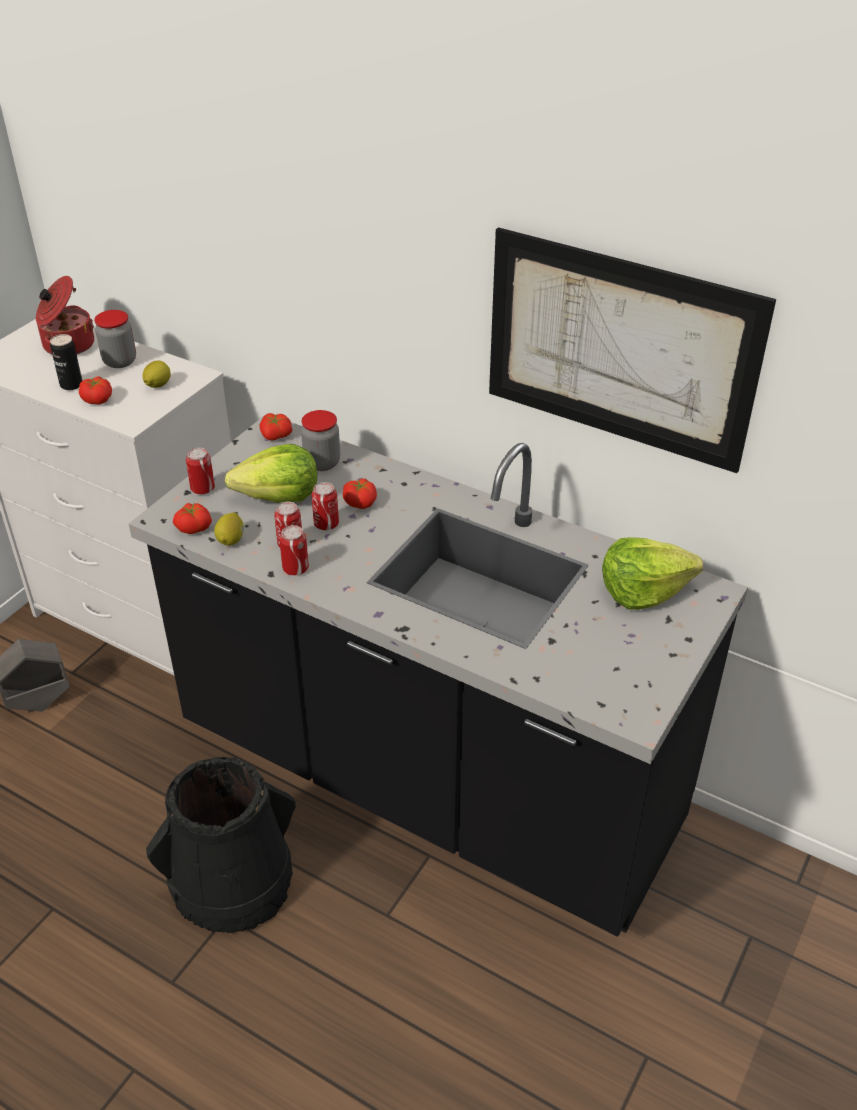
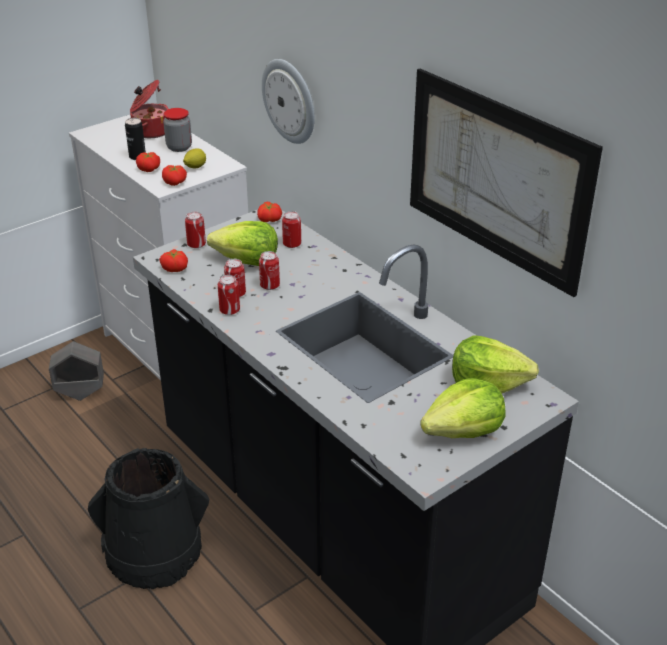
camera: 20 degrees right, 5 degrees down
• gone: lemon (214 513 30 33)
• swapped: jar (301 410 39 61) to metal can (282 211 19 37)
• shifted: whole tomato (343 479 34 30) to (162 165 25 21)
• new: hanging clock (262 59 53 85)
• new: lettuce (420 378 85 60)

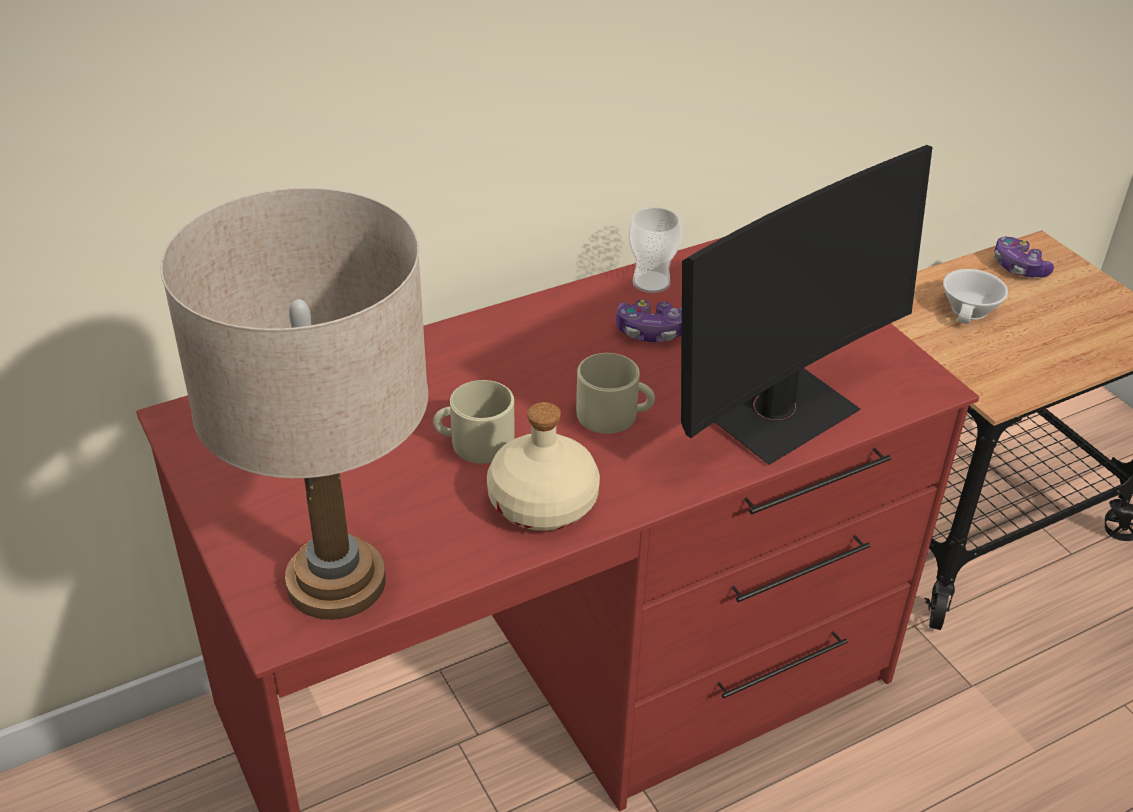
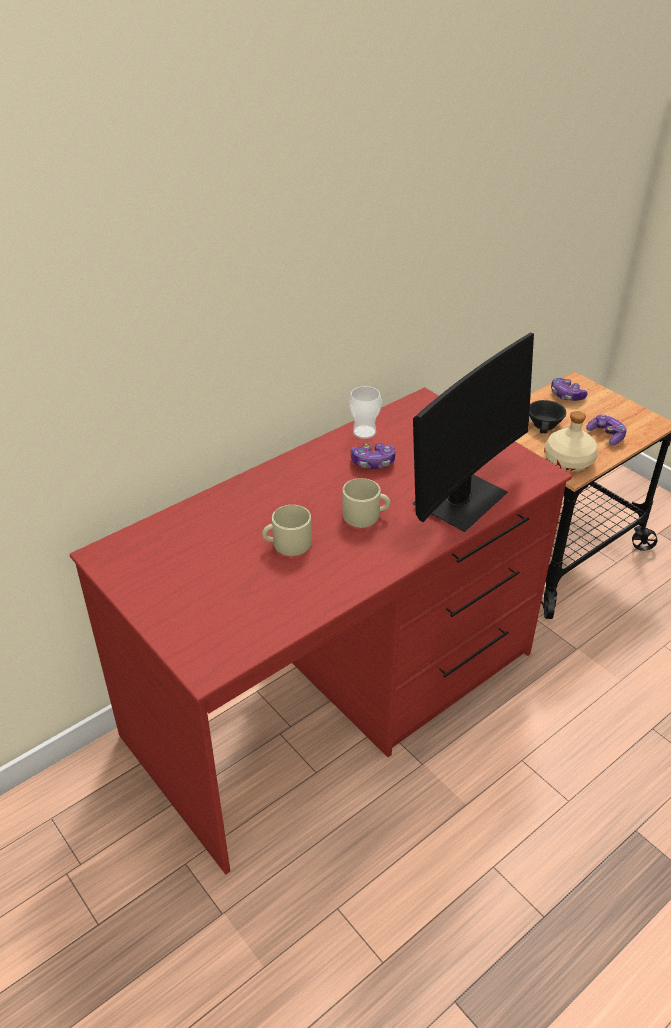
camera: 10 degrees left, 0 degrees up
• gone: table lamp in beige-coloured (160 188 268 432)
• shifted: beverage bottle in beige-coloured (487 402 113 129) to (544 411 54 60)
• repainted: cup in whitish (943 269 65 55) to cup in black (529 400 37 33)
• new: joypad (586 414 41 31)

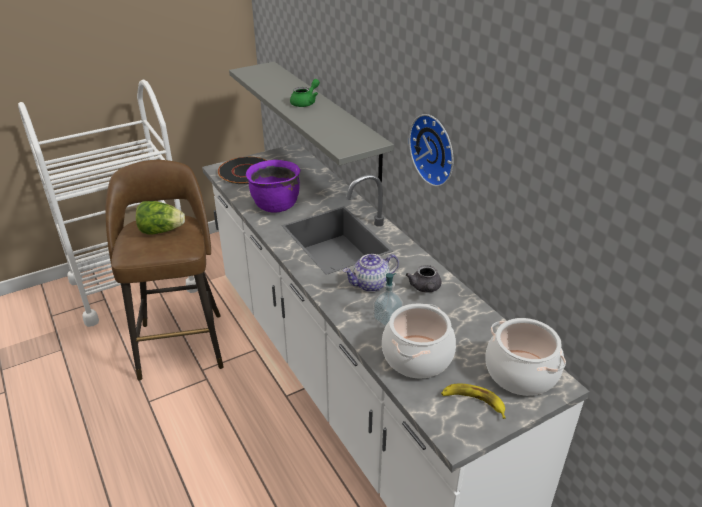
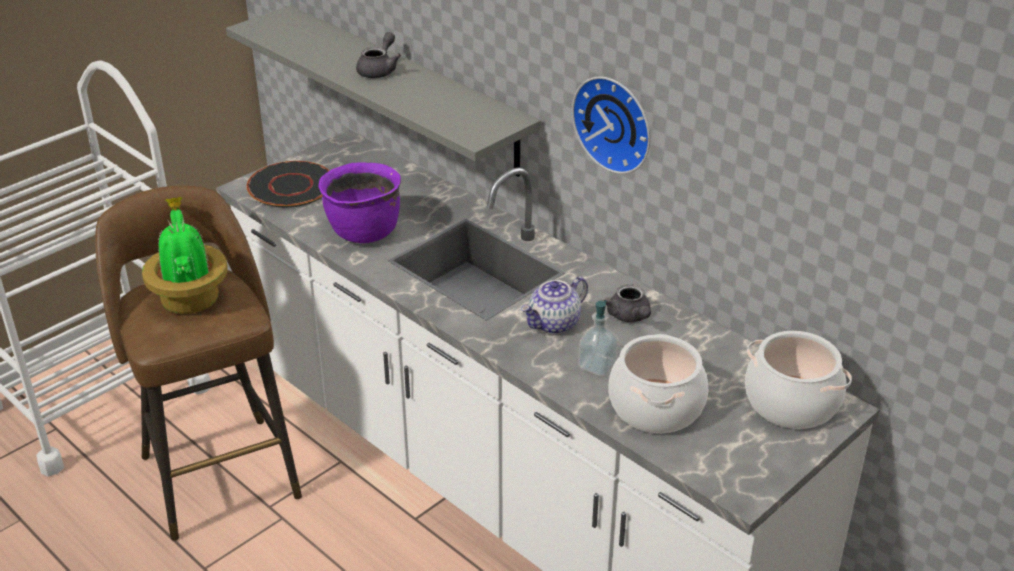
camera: 15 degrees left, 0 degrees up
• swapped: lettuce (136 201 49 33) to potted plant (142 197 86 117)
• repainted: tea pot in greenish (290 79 30 28) to tea pot in greyish (356 32 45 46)
• gone: whole banana (441 384 65 35)

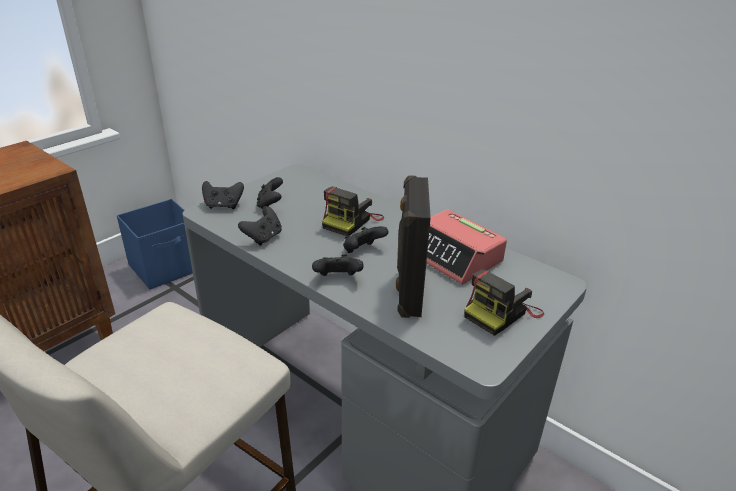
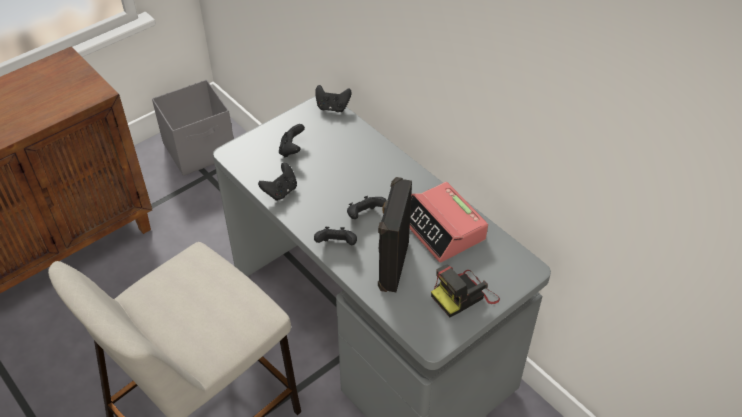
camera: 10 degrees right, 15 degrees up
• repainted: storage container in bluish (117 199 76 90) to storage container in greyish (152 80 82 96)
• shifted: joypad in black (202 181 42 28) to (315 85 37 27)
• gone: still camera (322 187 62 49)

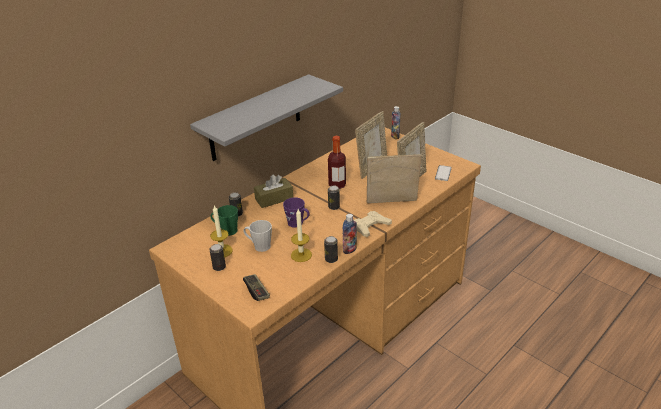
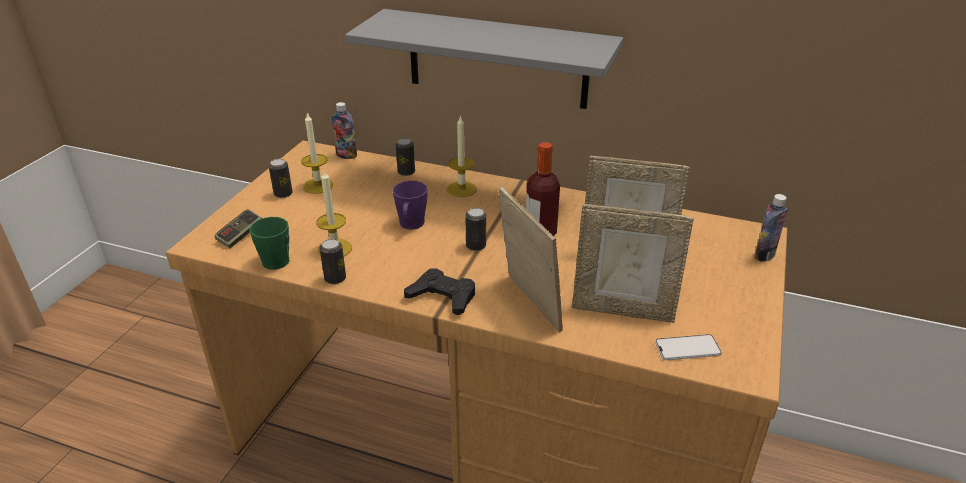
camera: 65 degrees right, 0 degrees up
• shifted: mug in greenish (210 205 28 31) to (250 217 39 53)
• gone: mug in greyish (243 220 29 32)
• swapped: tissue box in brownish (254 175 39 33) to wax candle (447 115 30 82)
• shifted: beverage bottle (343 214 14 40) to (332 102 25 57)
• repainted: joypad in beige-coloured (354 211 38 26) to joypad in black (404 269 71 46)

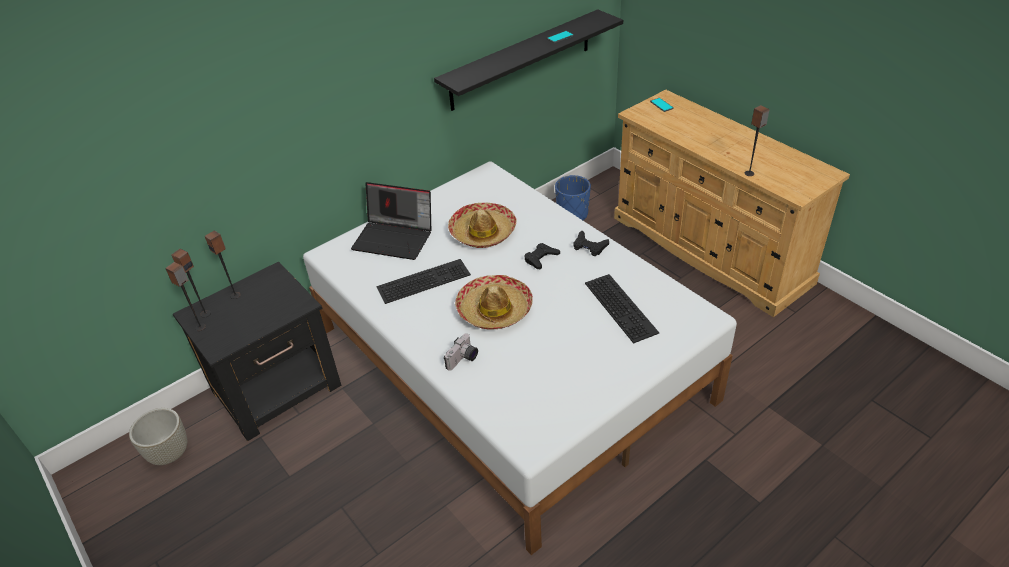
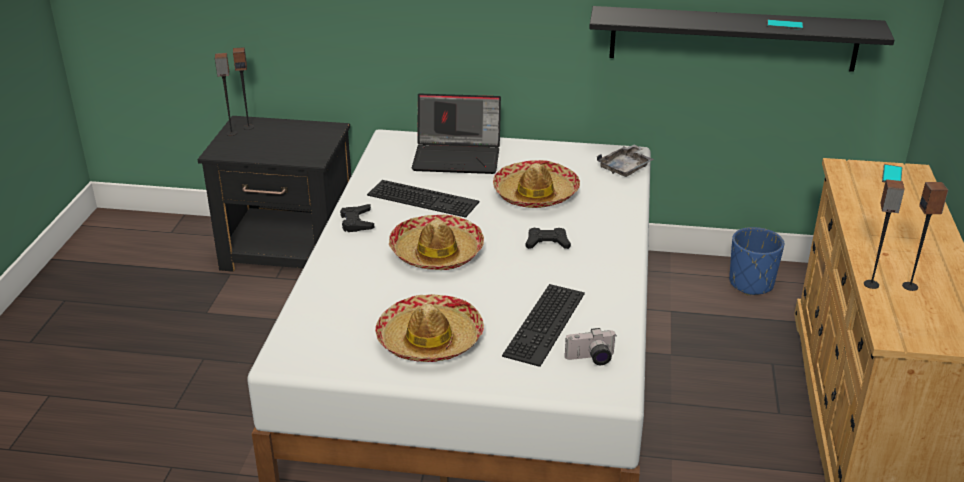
camera: 45 degrees right, 10 degrees down
• gone: planter in greyish (129 408 58 57)
• shifted: audio speaker (205 230 36 69) to (902 182 46 109)
• rotated: notebook computer (351 182 80 78) = (412 94 89 80) 60 degrees counterclockwise
• shifted: still camera (444 333 34 38) to (565 328 52 37)
• shifted: joypad in black (574 231 35 25) to (340 204 34 28)
• new: hat (375 294 109 68)
• new: serving tray in greyish (597 144 57 33)

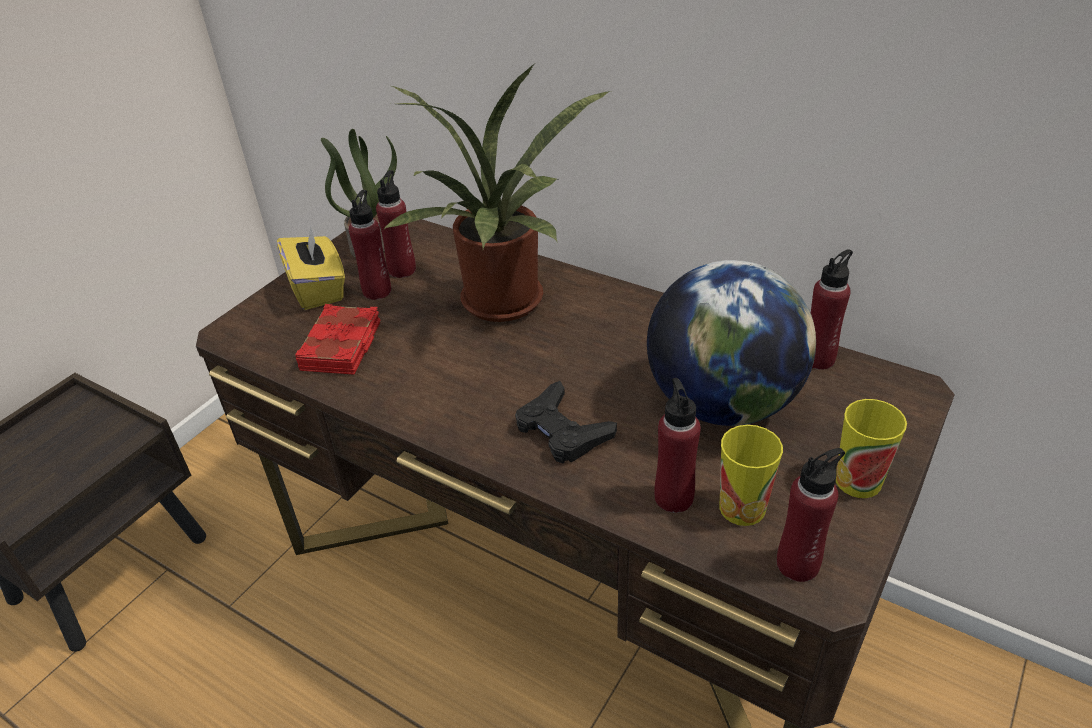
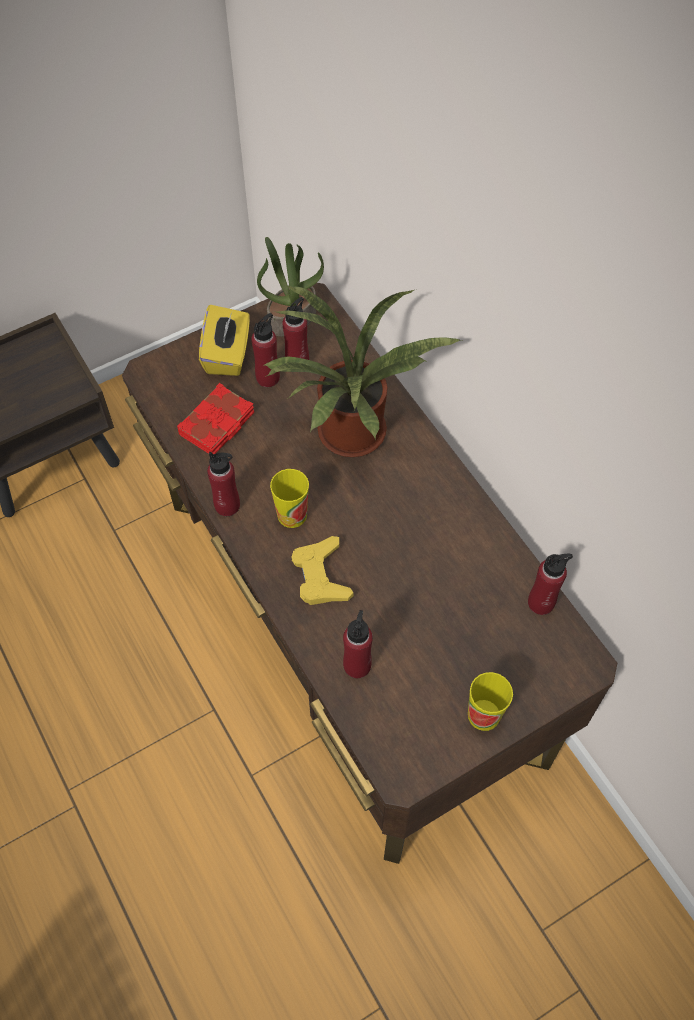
camera: 25 degrees right, 20 degrees up
• repainted: joypad in black (515 381 102 82) to joypad in yellowish (292 536 62 69)
• gone: world globe (647 260 169 166)
• shifted: cup (719 425 64 101) to (270 469 39 59)
• shifted: beverage bottle in red (777 448 68 134) to (207 452 33 64)

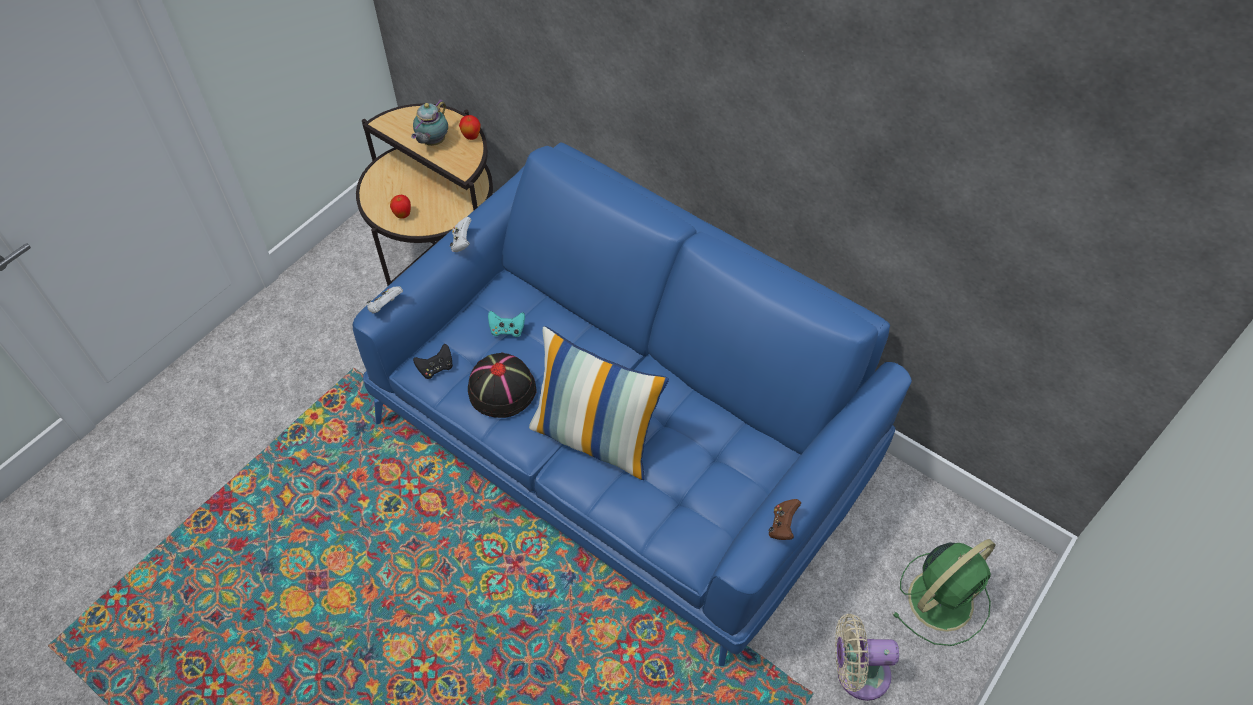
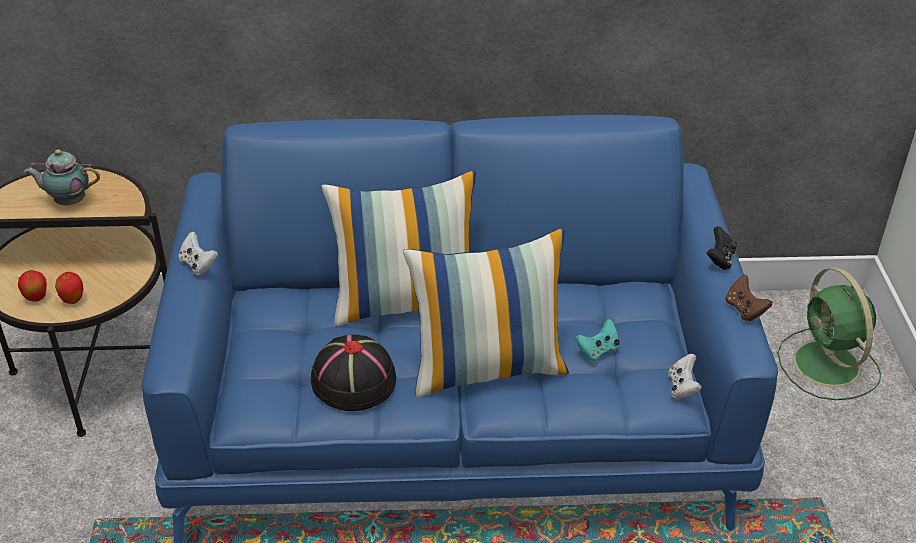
camera: 40 degrees left, 15 degrees down
• shifted: joypad in whitish (367 286 36 28) to (668 354 34 45)
• rotated: tea pot (411 99 37 47) = (24 149 76 56) 105 degrees clockwise
• shifted: joypad in black (413 344 40 35) to (707 226 30 44)
• shifted: apple fruit (459 115 22 25) to (18 270 29 32)
• shifted: joypad in turquoise (488 311 37 26) to (575 319 45 43)
• gone: cooling fan in beige-coloured (835 614 64 87)
• rotated: cooling fan in greenish (892 539 103 107) = (777 267 104 133) 150 degrees clockwise
• new: pillow (322 170 154 156)

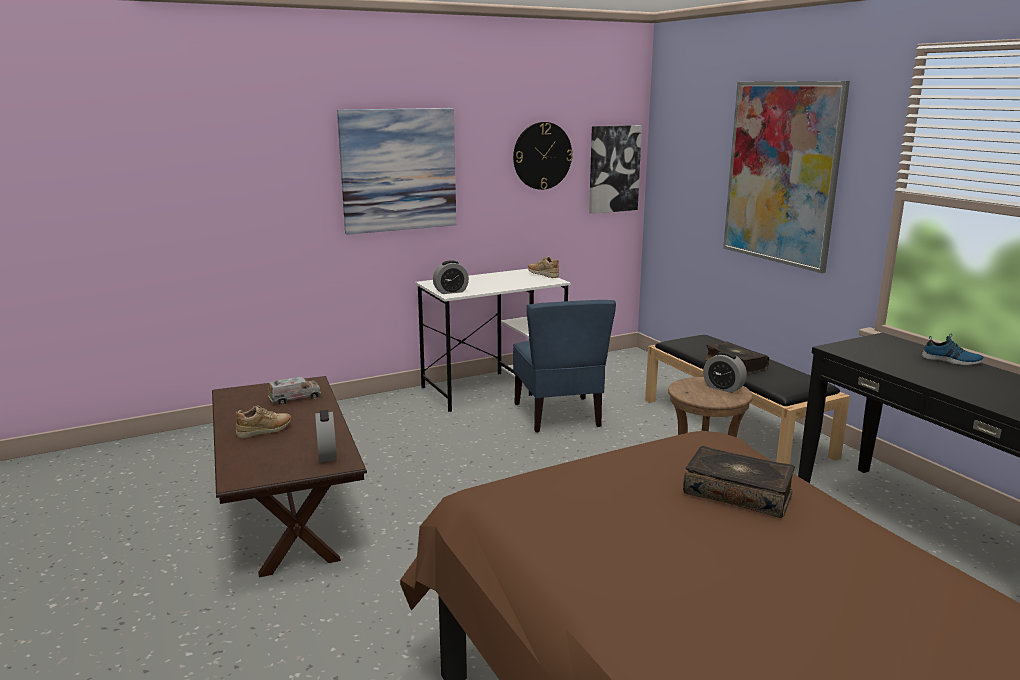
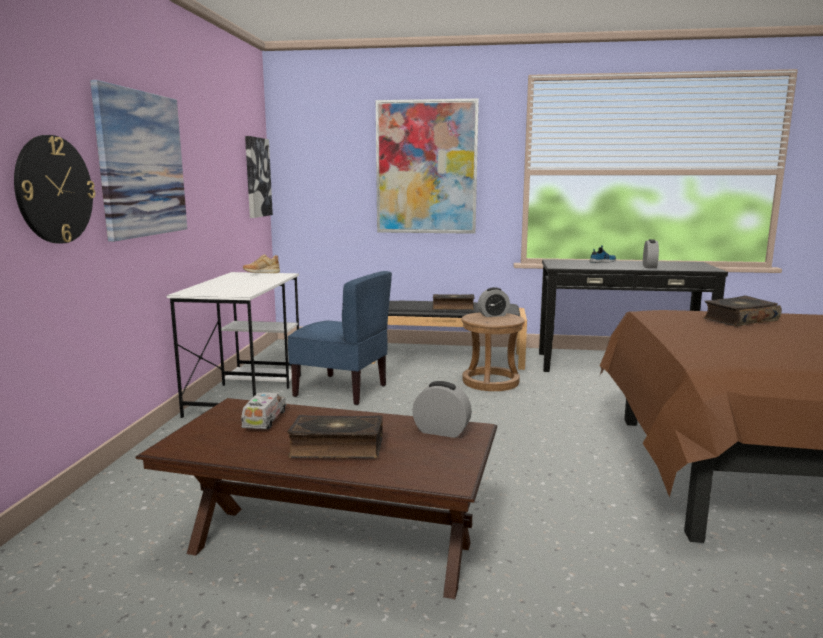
camera: 55 degrees left, 5 degrees down
• swapped: shoe in beige-coloured (236 405 55 34) to volume (287 415 96 43)
• shifted: bedside clock (433 260 36 34) to (643 239 16 29)
• shifted: hanging clock (513 122 60 68) to (14 135 82 108)

